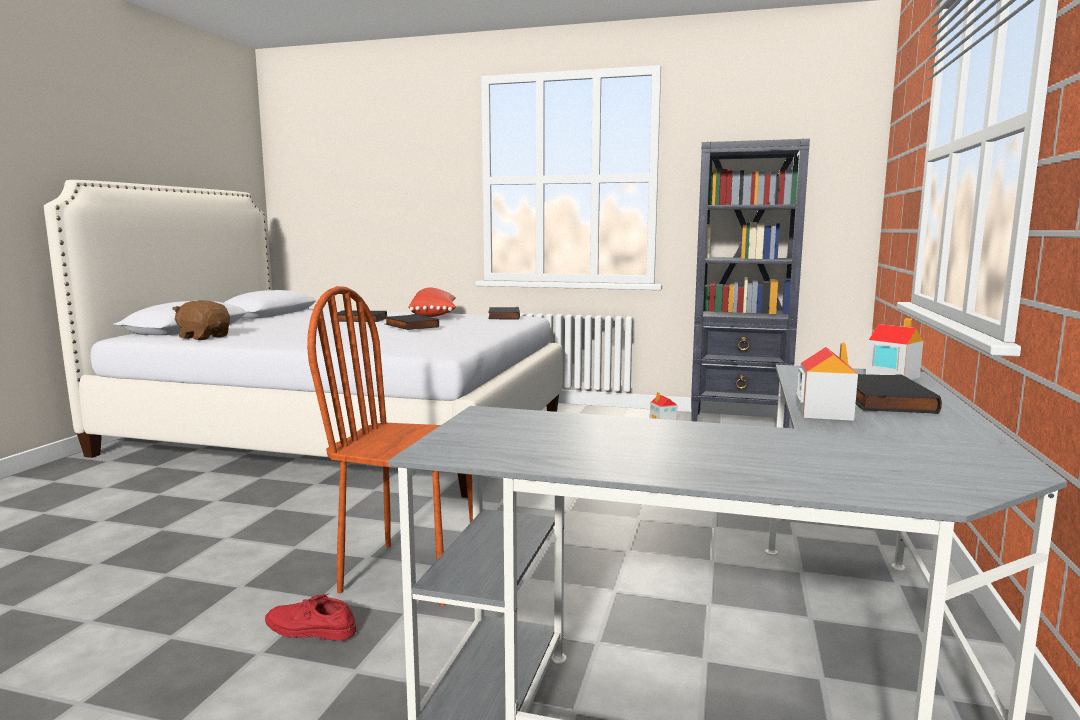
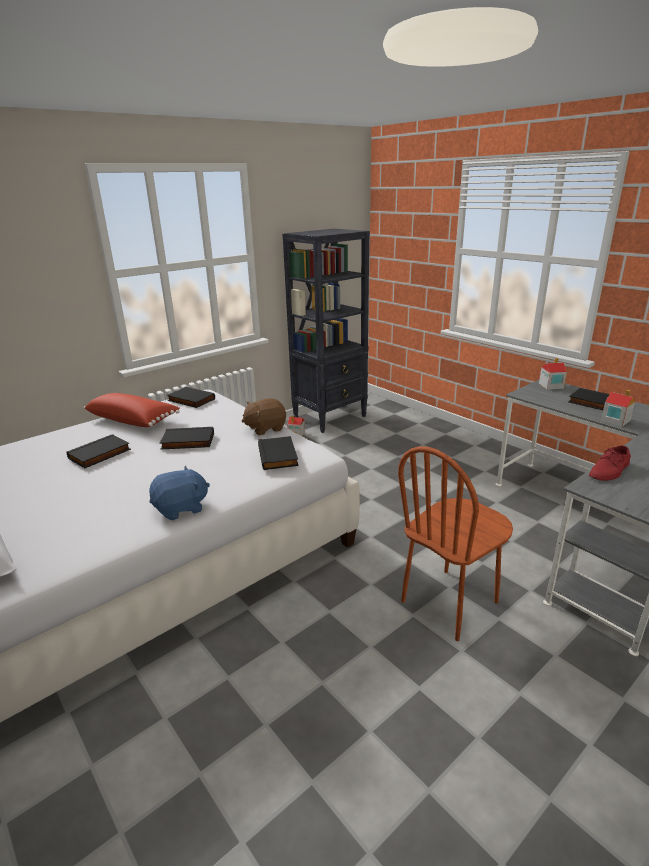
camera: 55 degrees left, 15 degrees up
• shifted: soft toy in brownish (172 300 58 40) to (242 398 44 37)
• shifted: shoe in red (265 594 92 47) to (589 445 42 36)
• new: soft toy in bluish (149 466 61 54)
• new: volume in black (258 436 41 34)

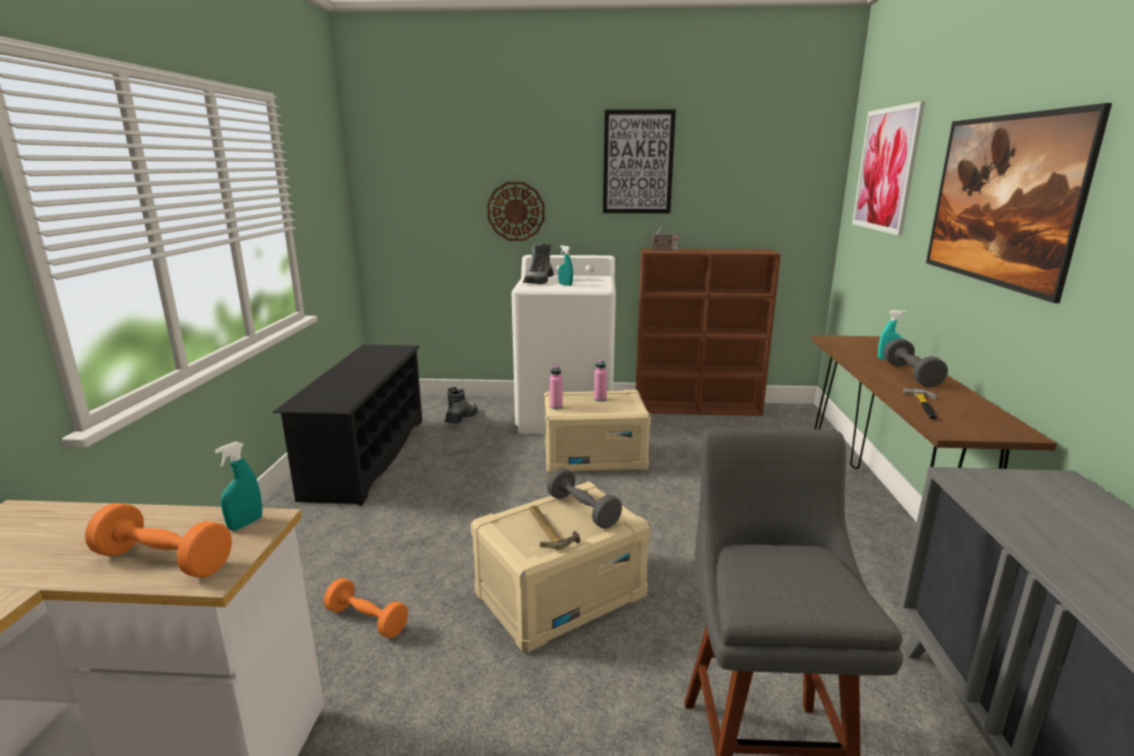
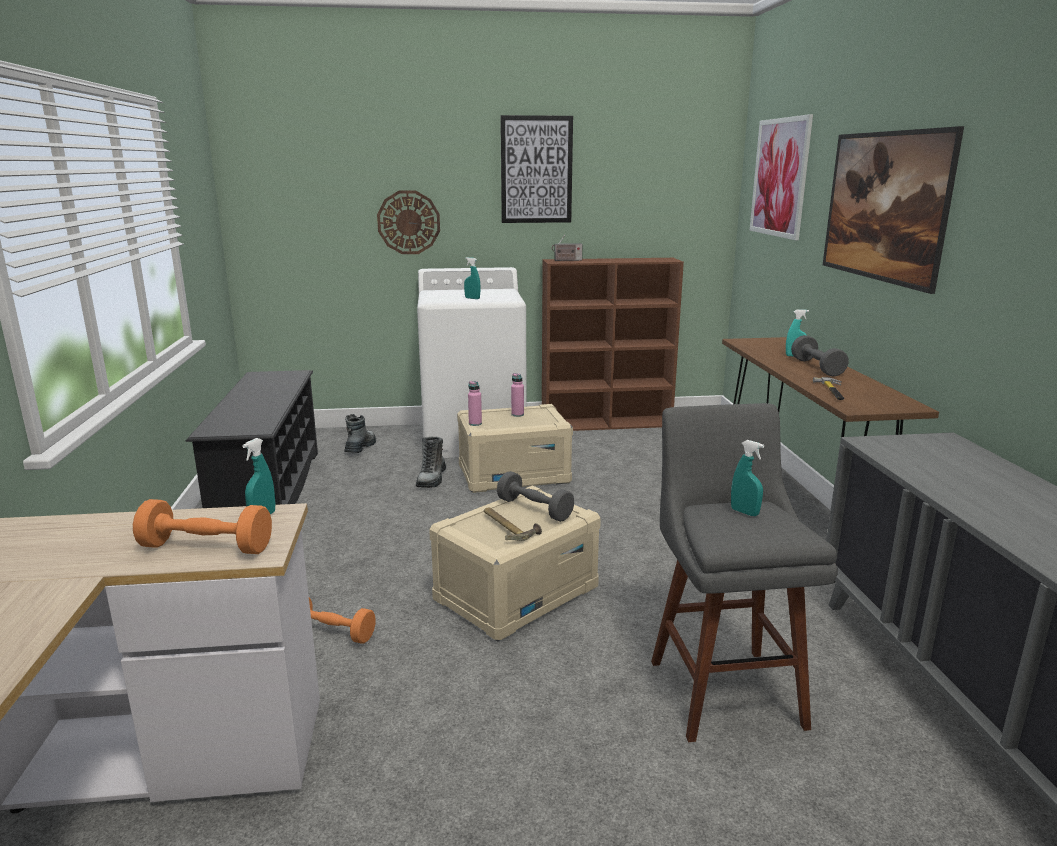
camera: 10 degrees left, 0 degrees up
• shifted: boot (523 243 31 41) to (416 437 30 51)
• new: spray bottle in turquoise (731 440 33 76)

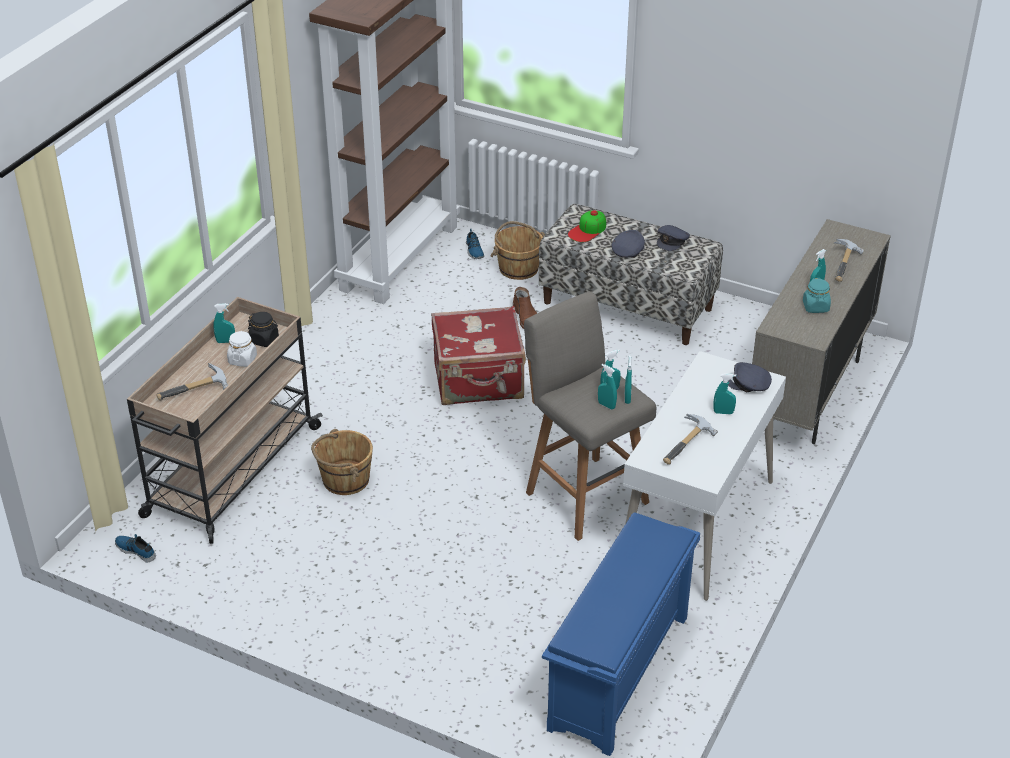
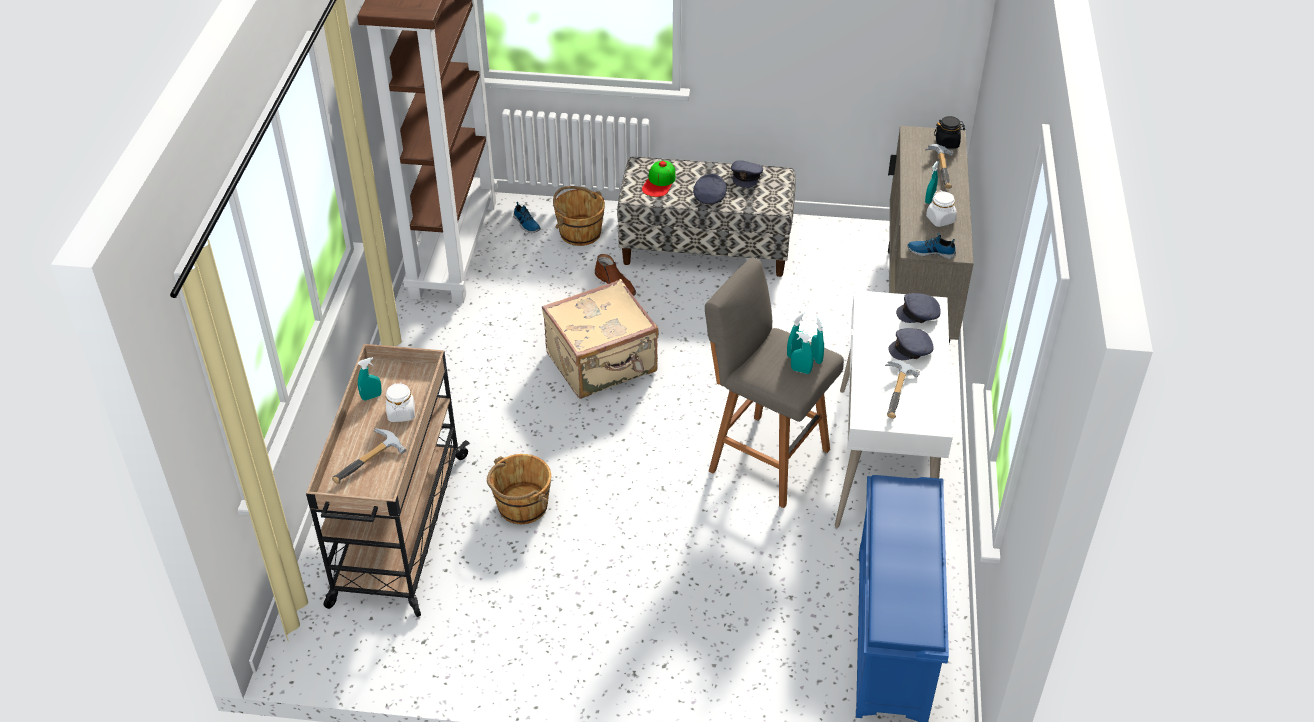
camera: 20 degrees left, 5 degrees up
• shifted: shoe (115 534 41 28) to (908 233 48 26)
• shifted: jar in black (248 312 31 35) to (934 116 31 33)
• repainted: travel case in red (431 306 95 99) to travel case in beige-coloured (542 279 116 120)
• swapped: spray bottle in turquoise (713 373 23 41) to peaked cap in greyish (888 328 46 32)
• repainted: jar in turquoise (803 278 28 35) to jar in whitish (926 190 31 37)

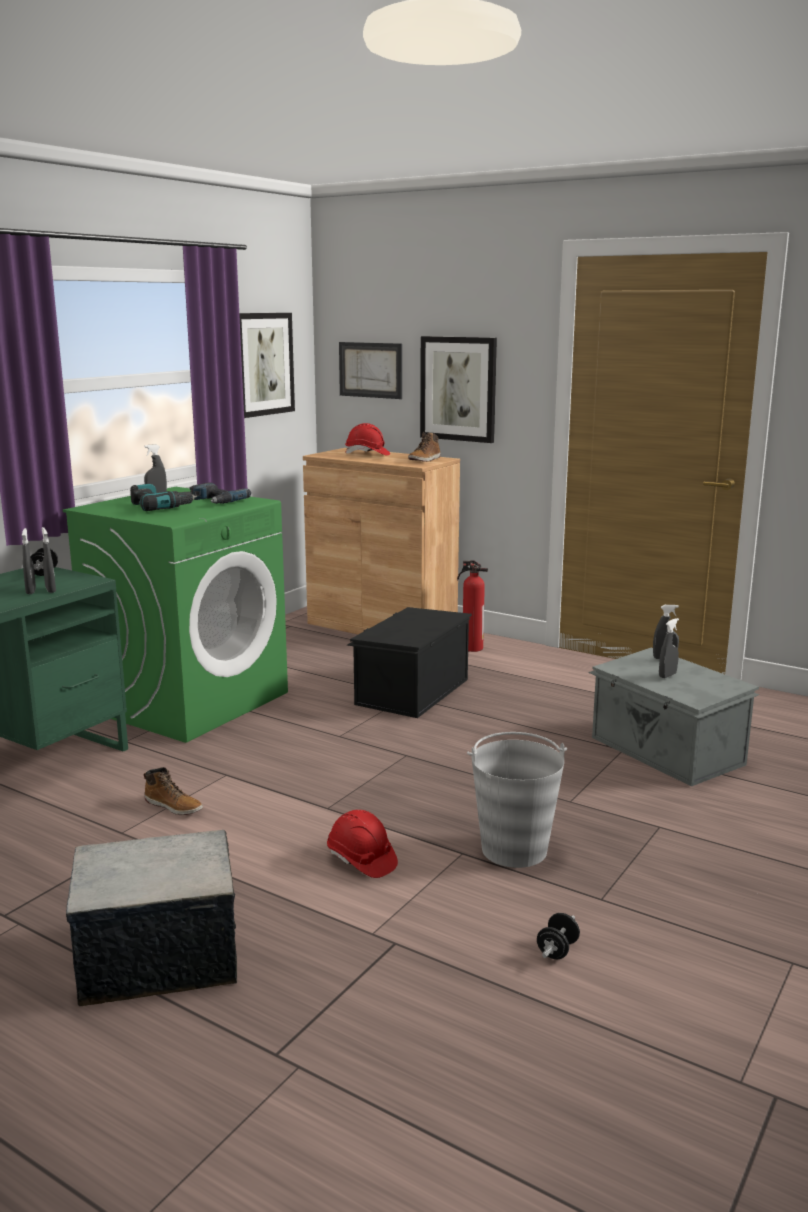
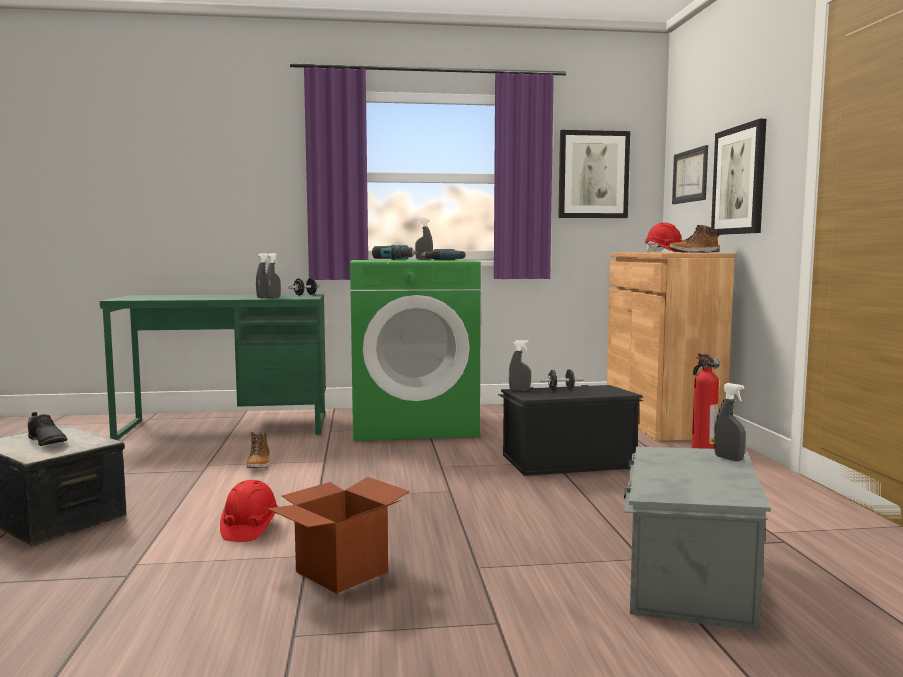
camera: 50 degrees right, 10 degrees down
• swapped: water bucket in greyish (467 732 100 136) to carton (267 477 143 117)
• shifted: dumbbell in black (537 913 43 46) to (539 369 44 22)
• shifted: spray bottle in greyish (659 618 20 60) to (509 340 22 51)
• new: shoe in black (28 412 40 34)

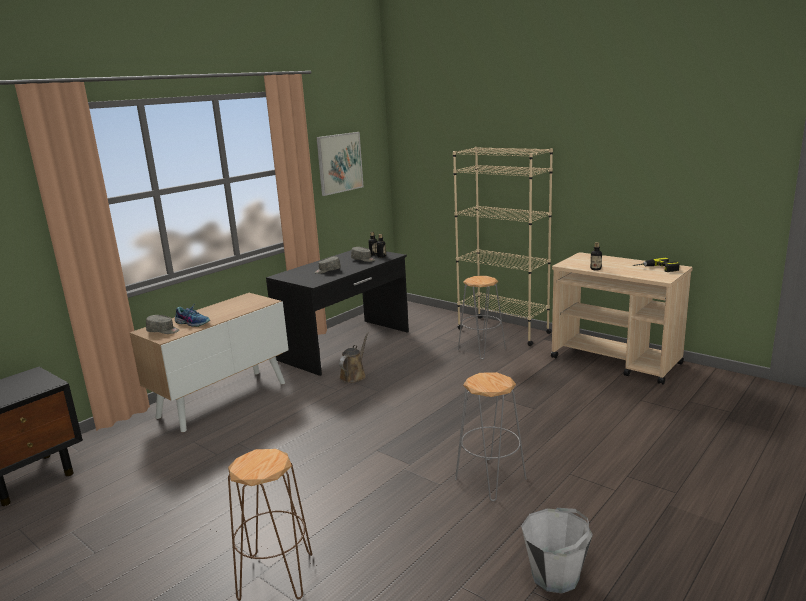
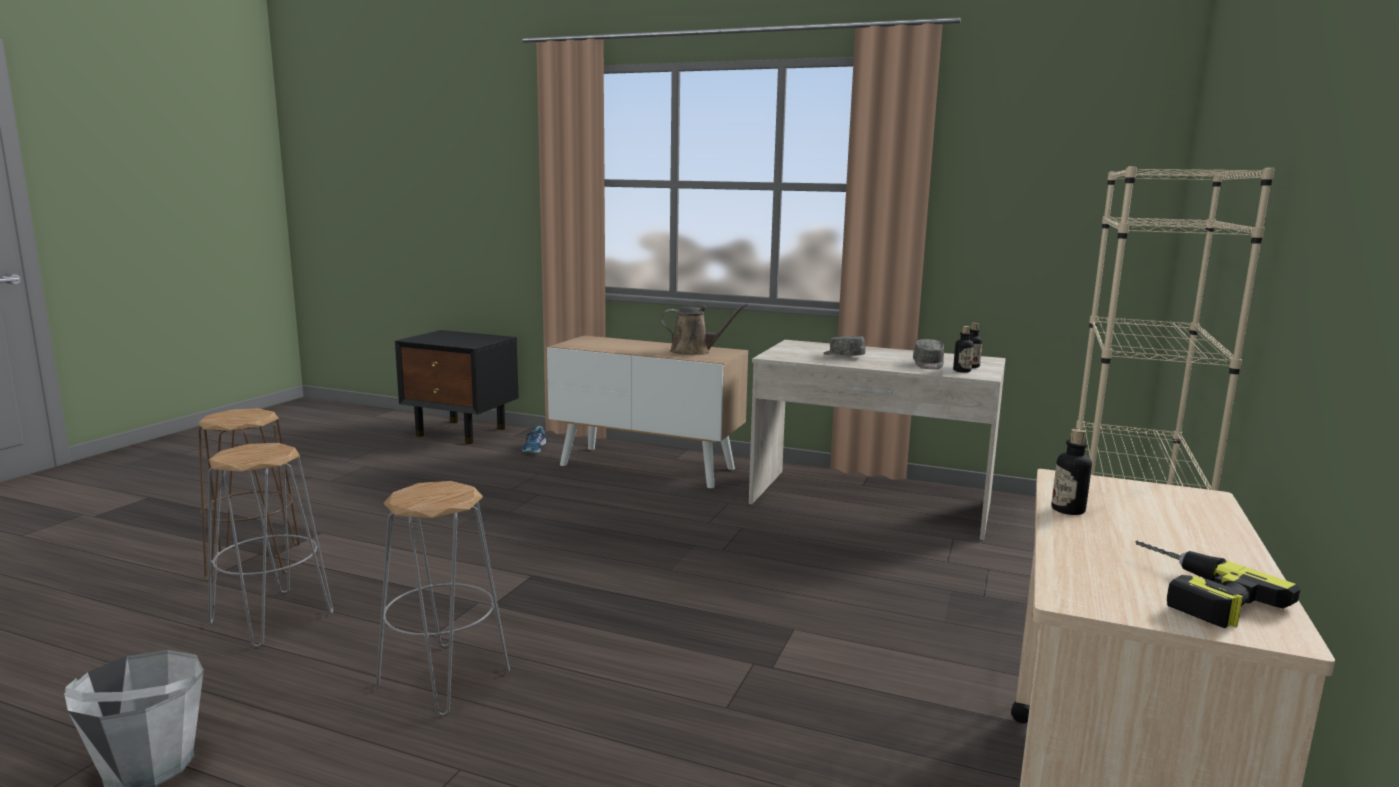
camera: 70 degrees right, 5 degrees down
• gone: peaked cap in greyish (146 315 33 19)
• shifted: shoe (175 305 35 22) to (522 426 24 28)
• repainted: desk in black (266 248 143 128) to desk in beige-coloured (749 340 257 200)
• gone: picture (316 132 48 64)
• shifted: watering can in brownish (339 332 30 51) to (660 303 88 52)
• shifted: stool in greyish (458 276 48 83) to (208 443 125 204)

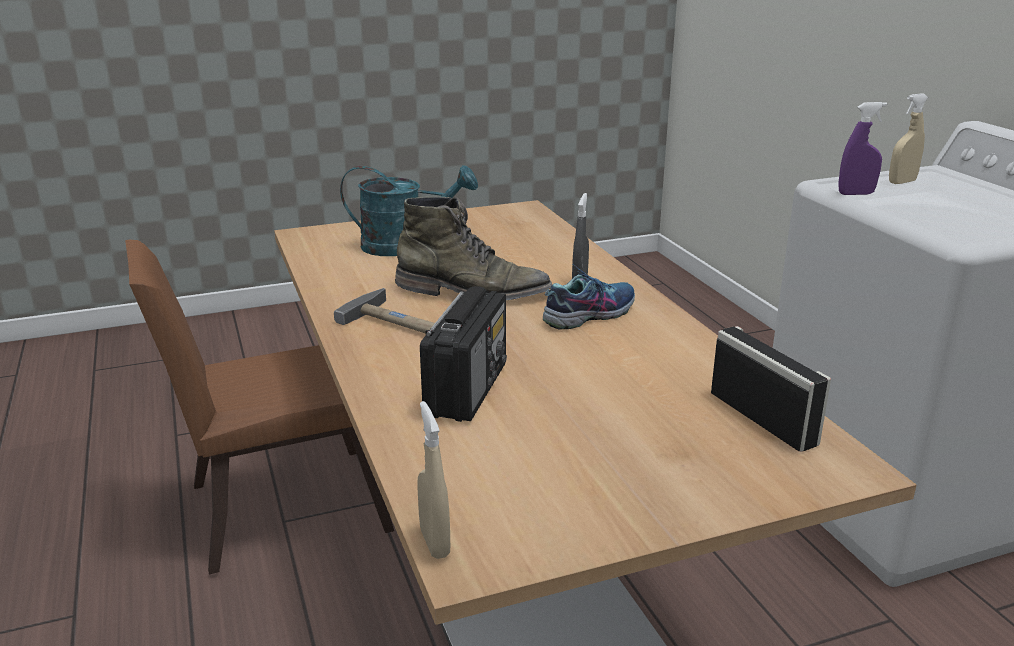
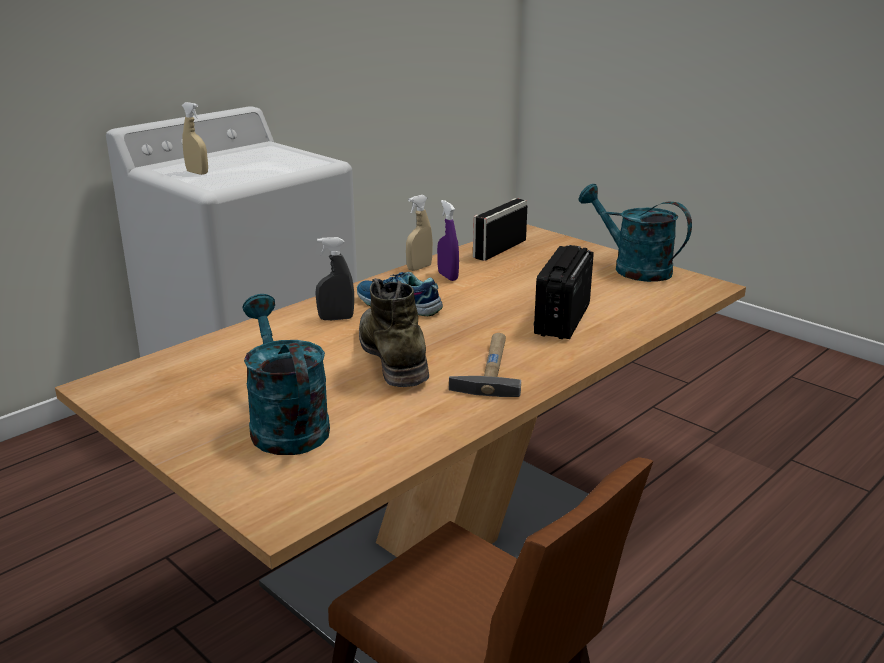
camera: 115 degrees left, 0 degrees up
• shifted: spray bottle in beige-coloured (417 401 33 158) to (406 195 27 76)
• rotated: radio (420 286 87 136) = (533 245 61 94) 60 degrees counterclockwise
• shifted: spray bottle in purple-coloured (839 102 48 93) to (437 200 22 81)
• new: watering can in turquoise (578 184 114 98)

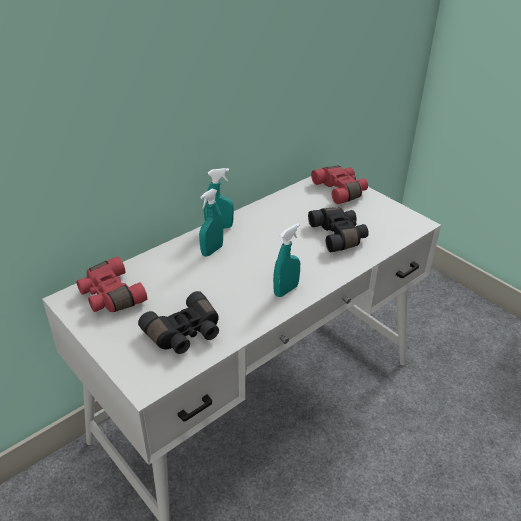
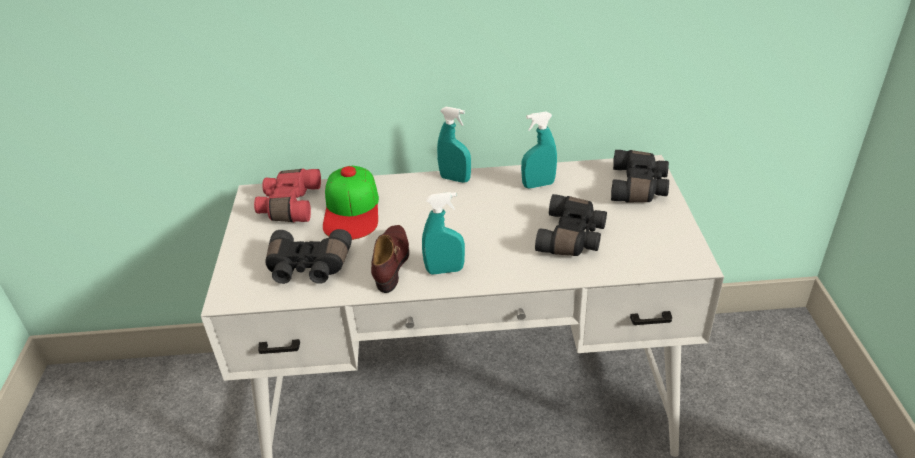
camera: 40 degrees right, 0 degrees up
• shifted: spray bottle in turquoise (199 189 24 67) to (521 112 36 77)
• repainted: pair of binoculars in red (311 166 57 38) to pair of binoculars in black (611 150 58 52)
• new: peaked cap (323 166 56 74)
• new: shoe in brownish (371 225 38 68)

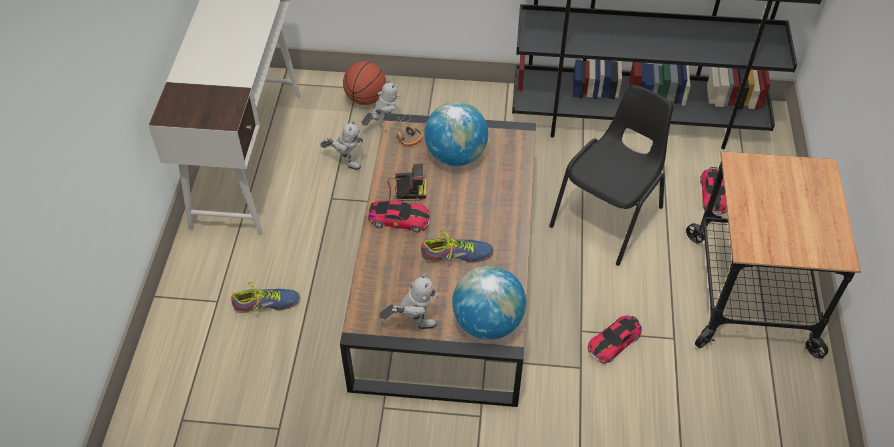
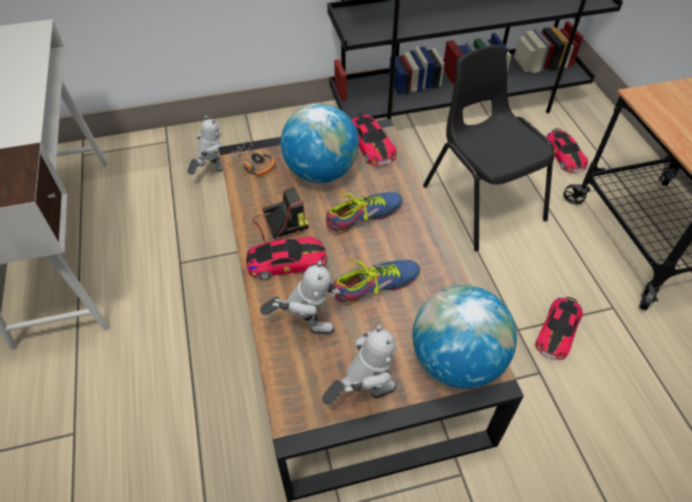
camera: 20 degrees left, 0 degrees up
• shifted: shoe (231 282 69 31) to (326 192 77 42)
• shifted: model robot (320 121 45 49) to (260 261 80 73)
• gone: basketball ball (343 61 43 44)
• rotated: plain chair in black (549 85 125 181) = (423 45 131 206) 45 degrees counterclockwise
• new: toy car (352 113 44 53)

